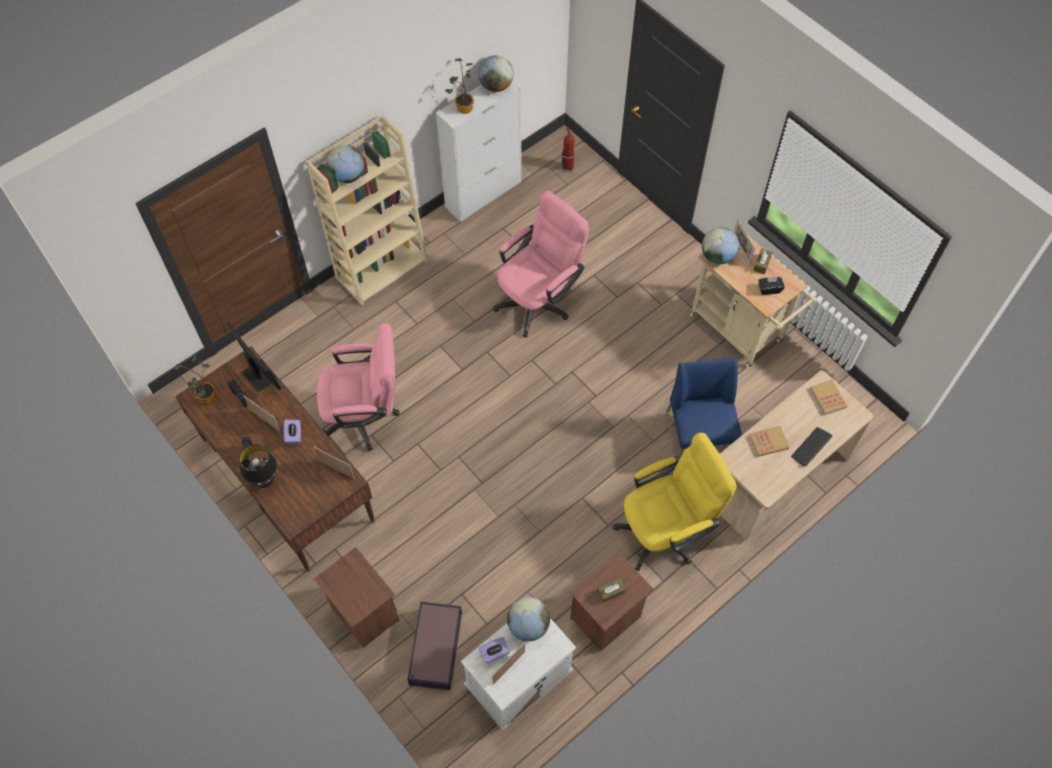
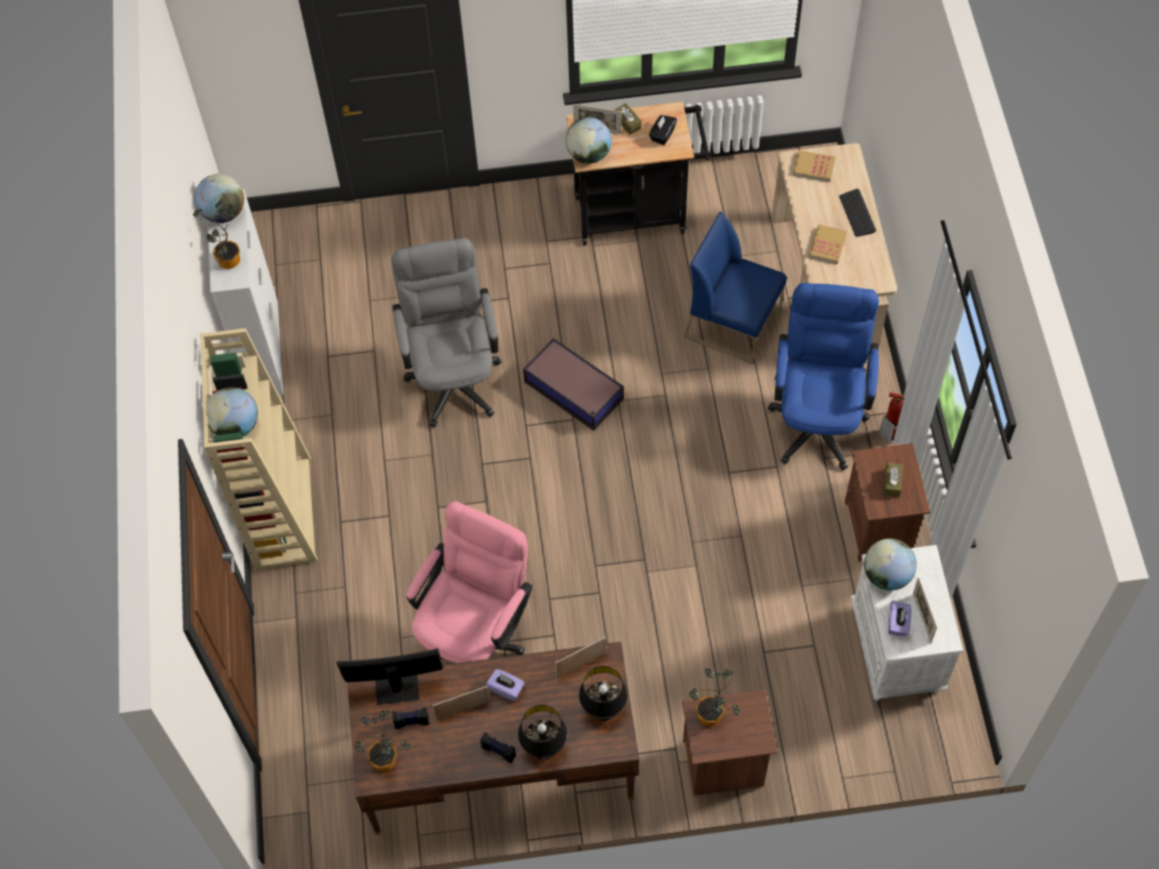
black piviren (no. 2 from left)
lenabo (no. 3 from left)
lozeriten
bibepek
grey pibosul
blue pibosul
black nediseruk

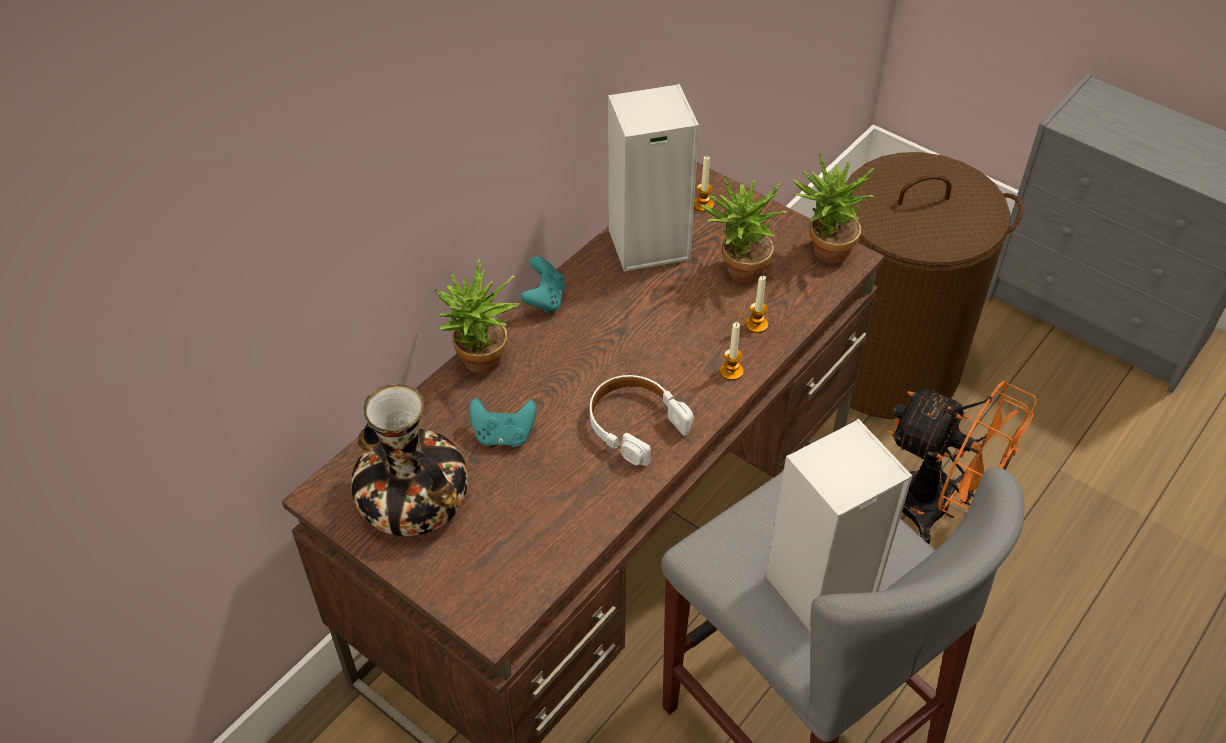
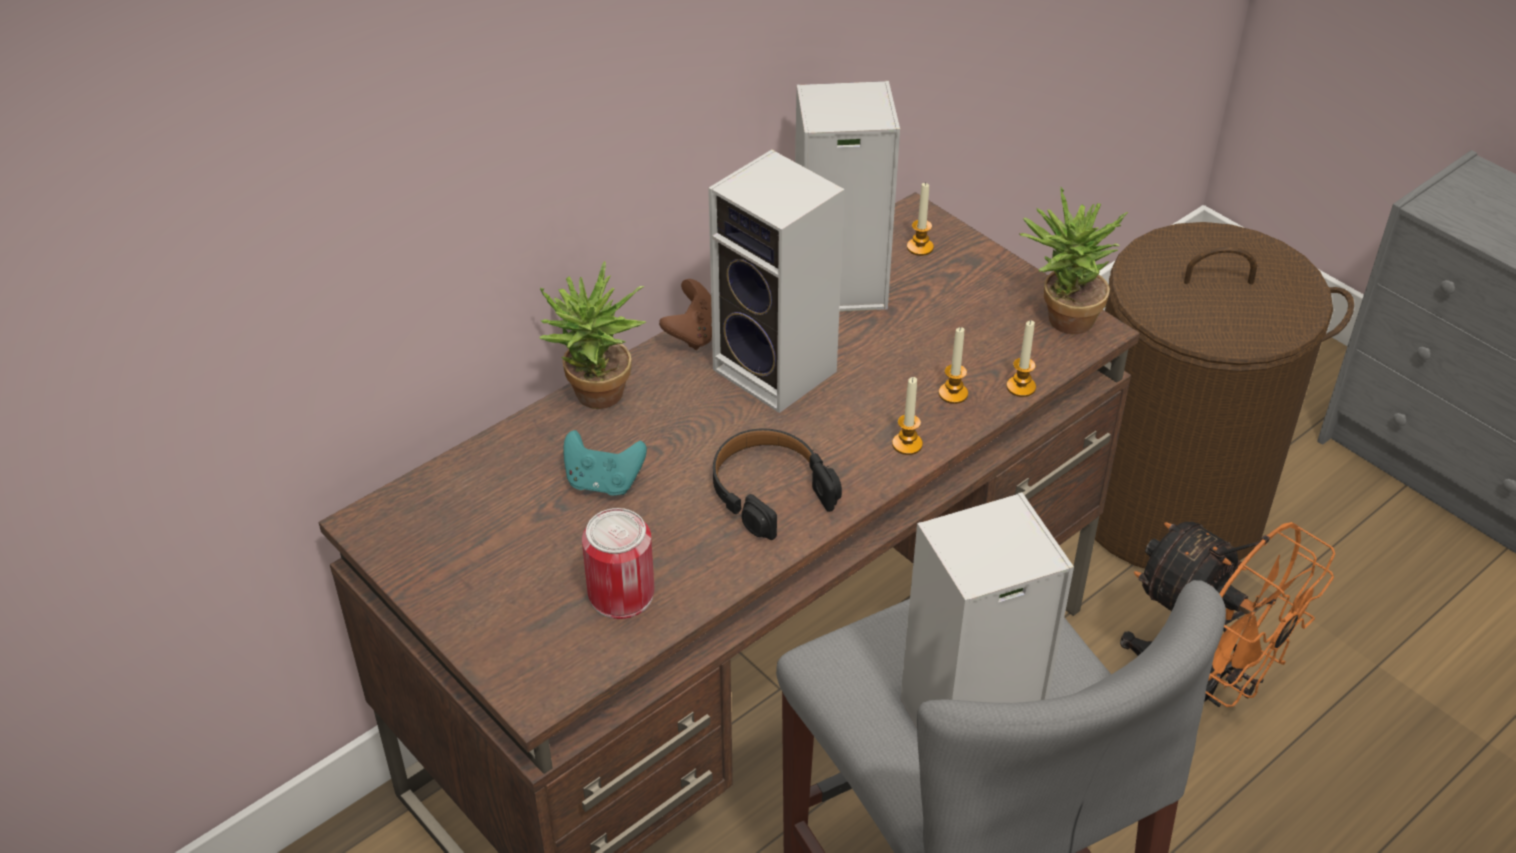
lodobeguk
lenabo (no. 2 from left in the first image)
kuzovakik
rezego (no. 1 from left)
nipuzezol (no. 4 from left)
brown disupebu
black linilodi

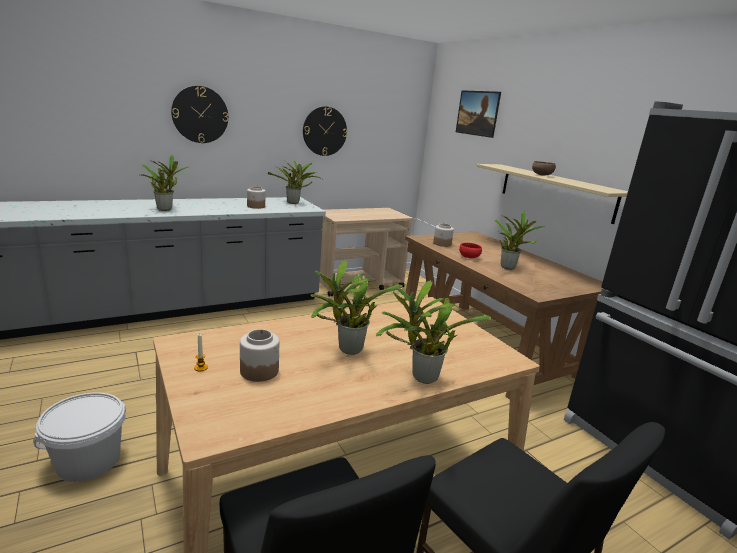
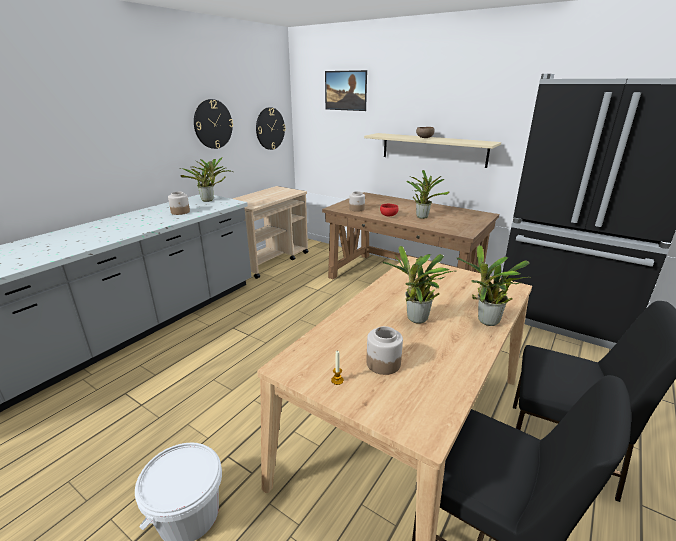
lenabo (no. 1 from left in the first image)
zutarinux (no. 2 from left)

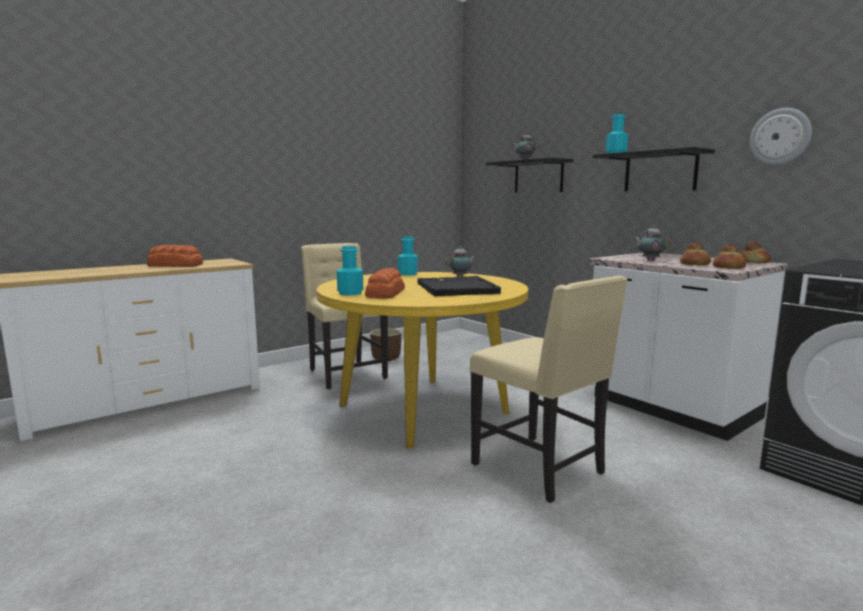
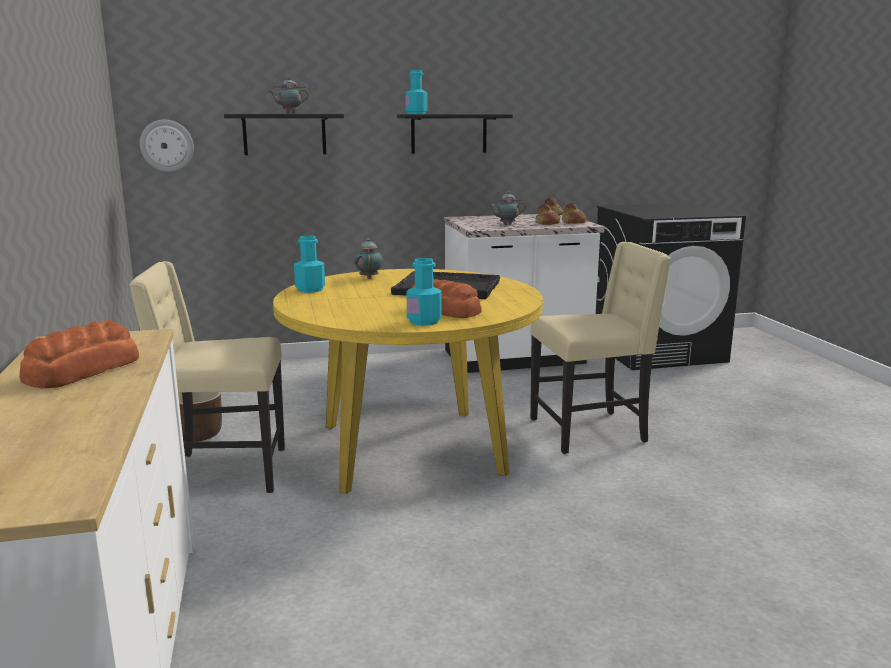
zutarinux

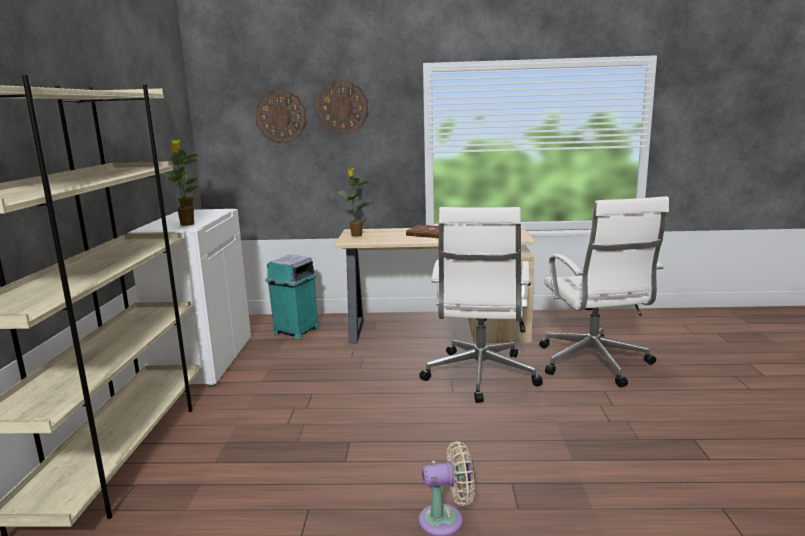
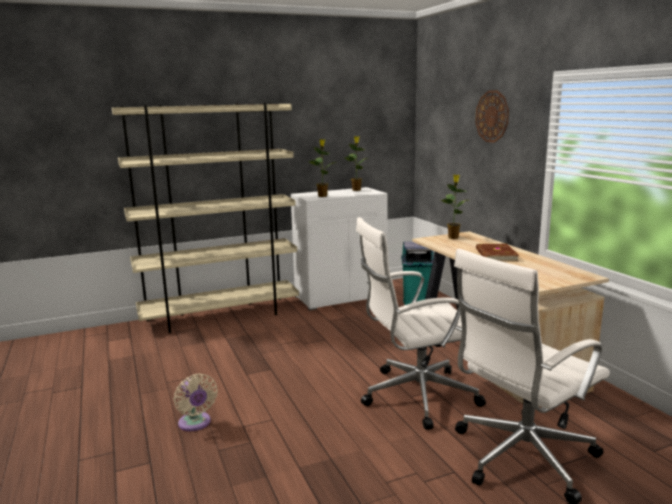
zutarinux (no. 1 from left in the first image)

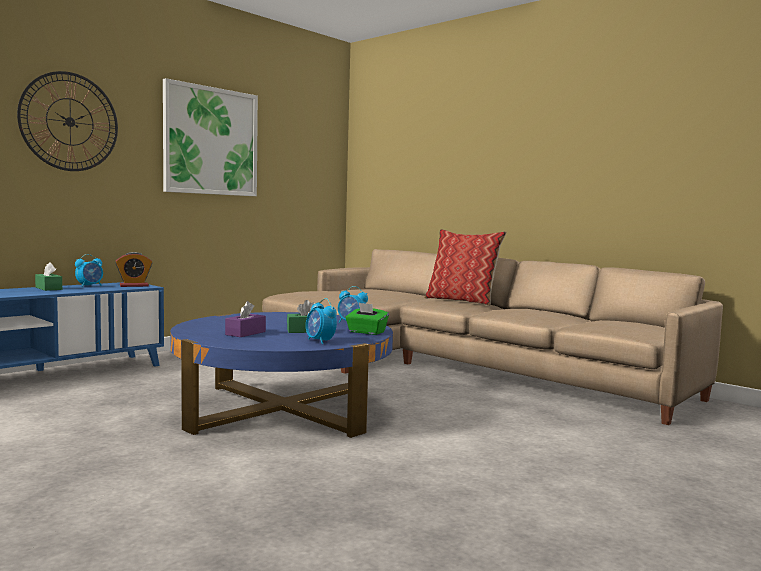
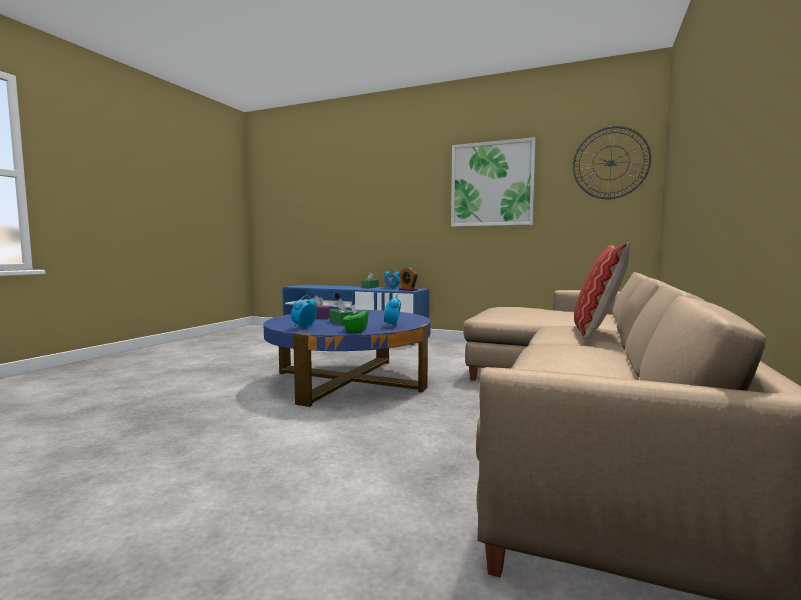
zutarinux

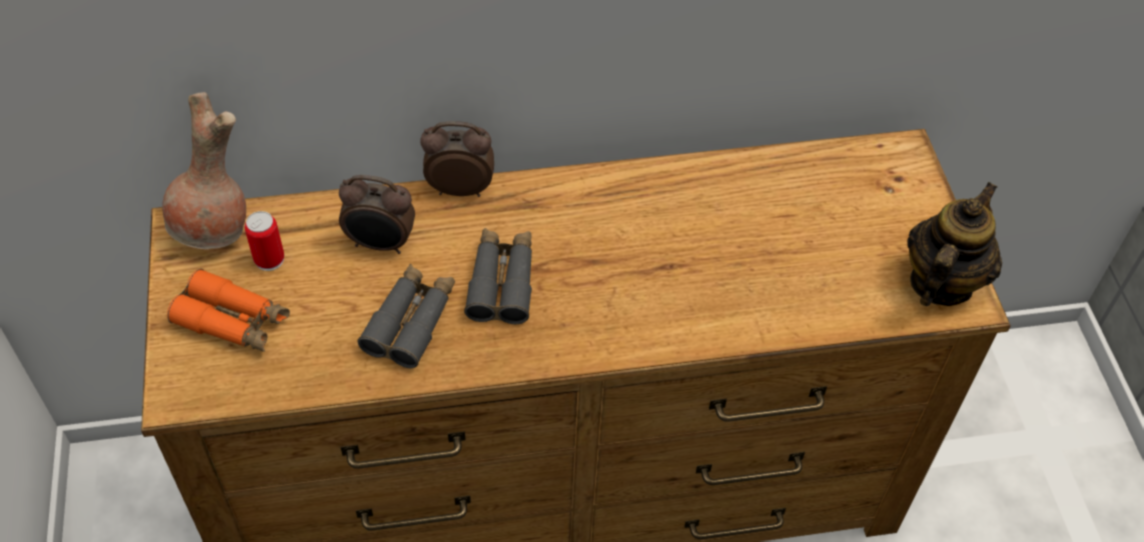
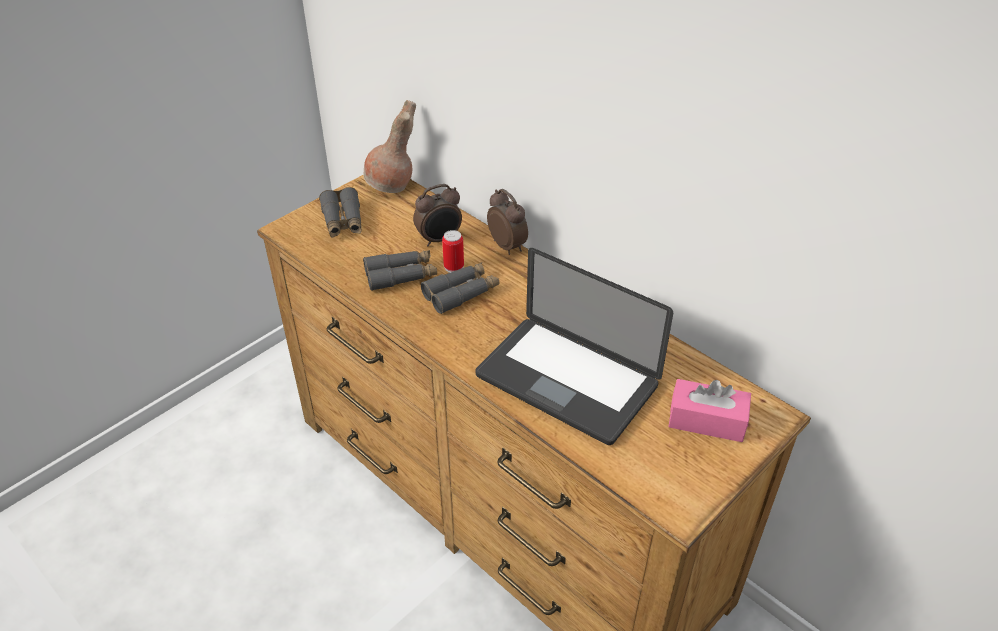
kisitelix
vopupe
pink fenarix
kuzovakik
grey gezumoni (no. 1 from left)
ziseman (no. 1 from left)

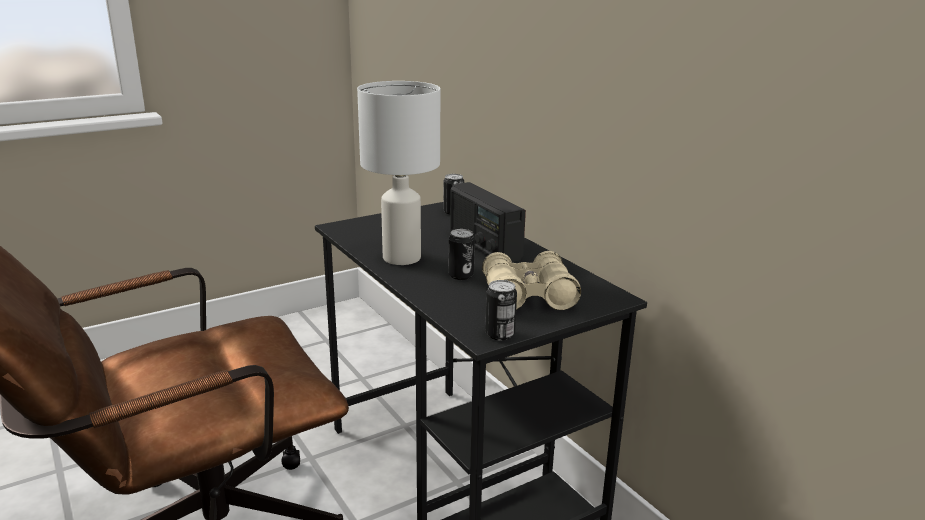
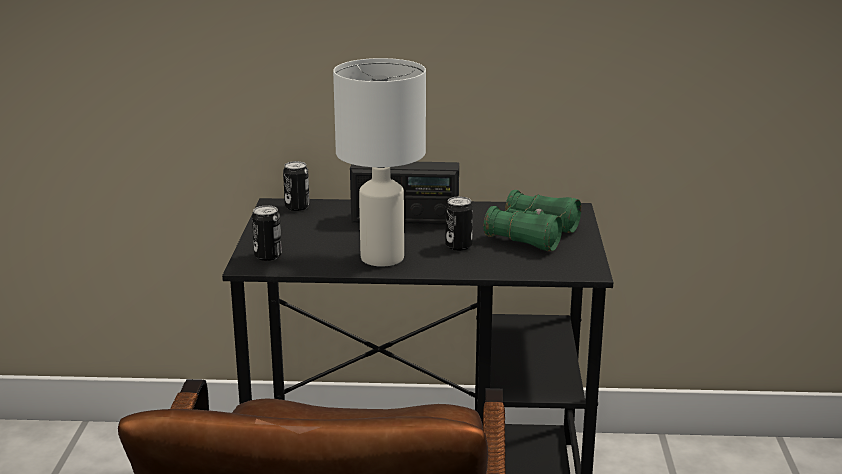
kuzovakik (no. 1 from left)
green gezumoni

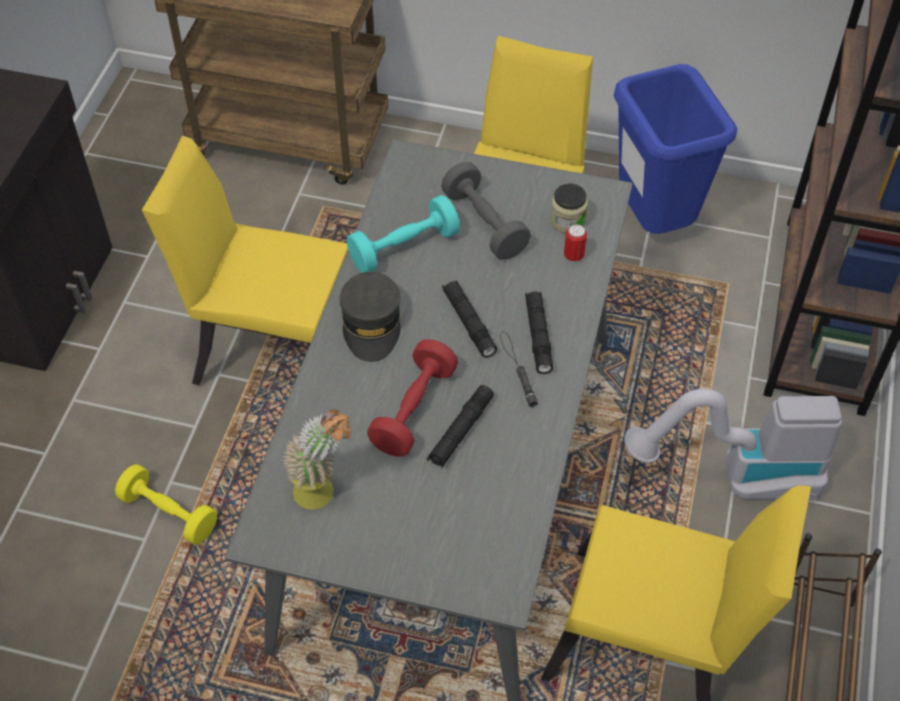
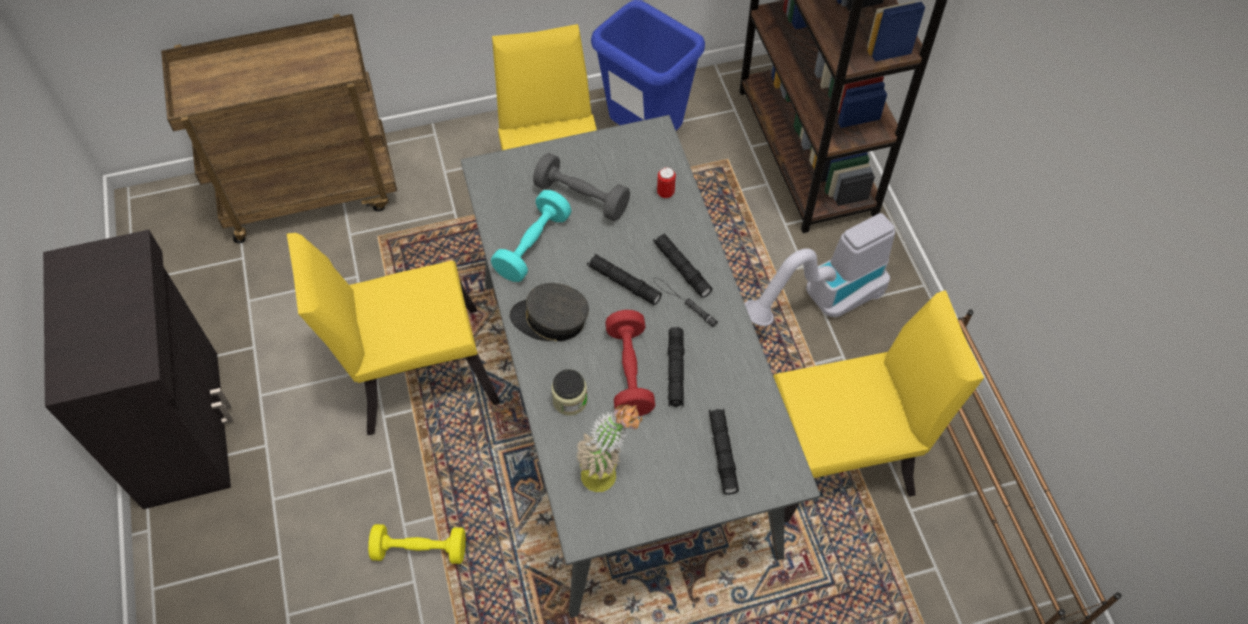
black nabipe (no. 5 from left)
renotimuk
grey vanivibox

